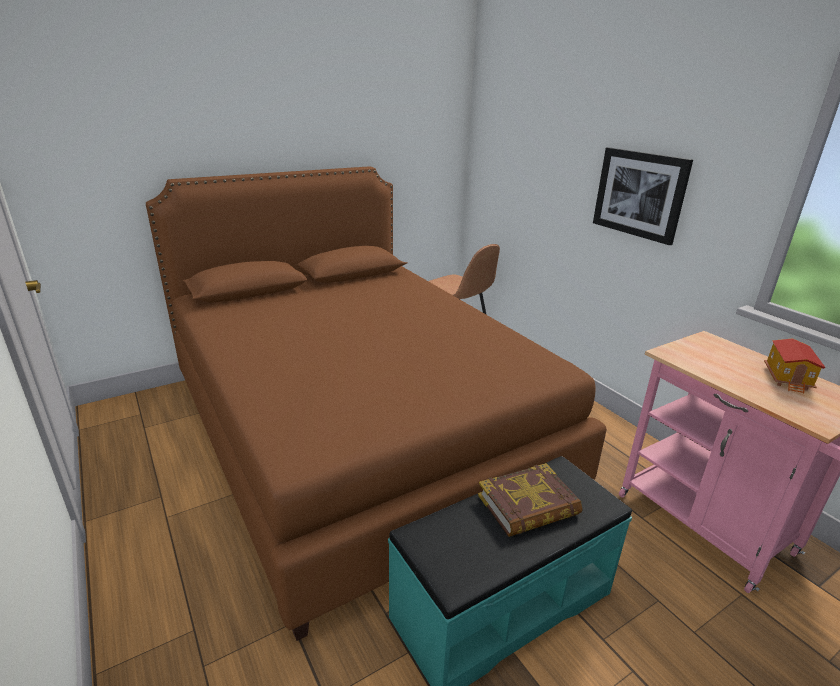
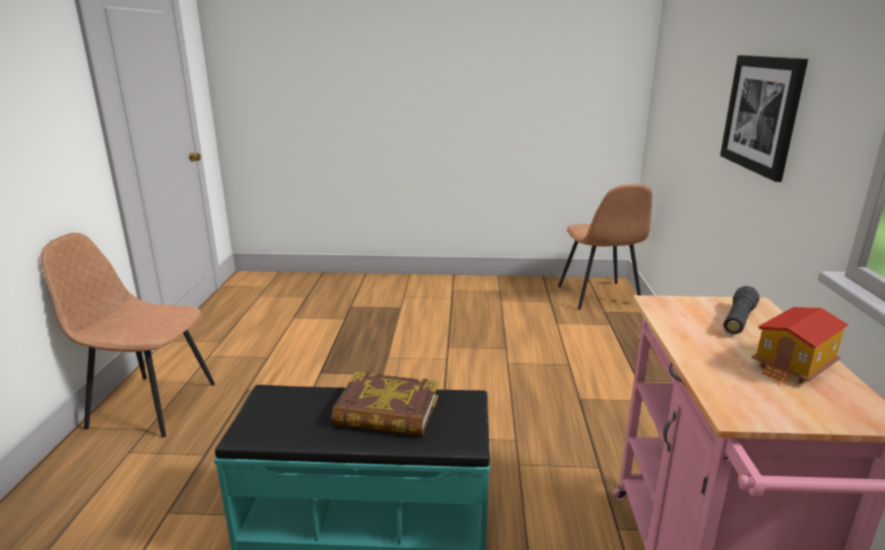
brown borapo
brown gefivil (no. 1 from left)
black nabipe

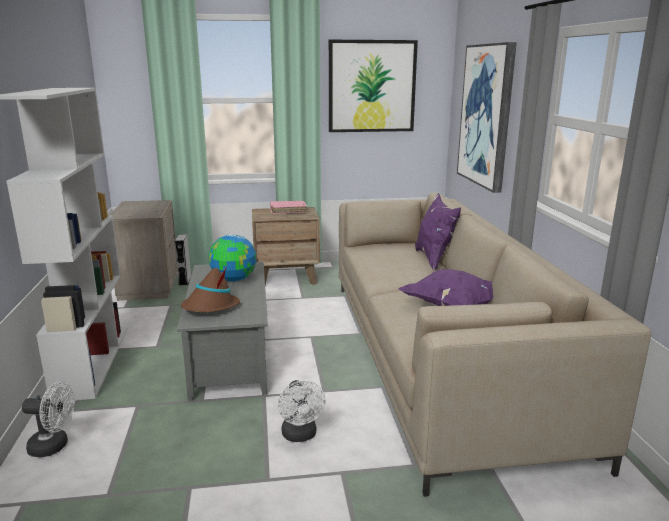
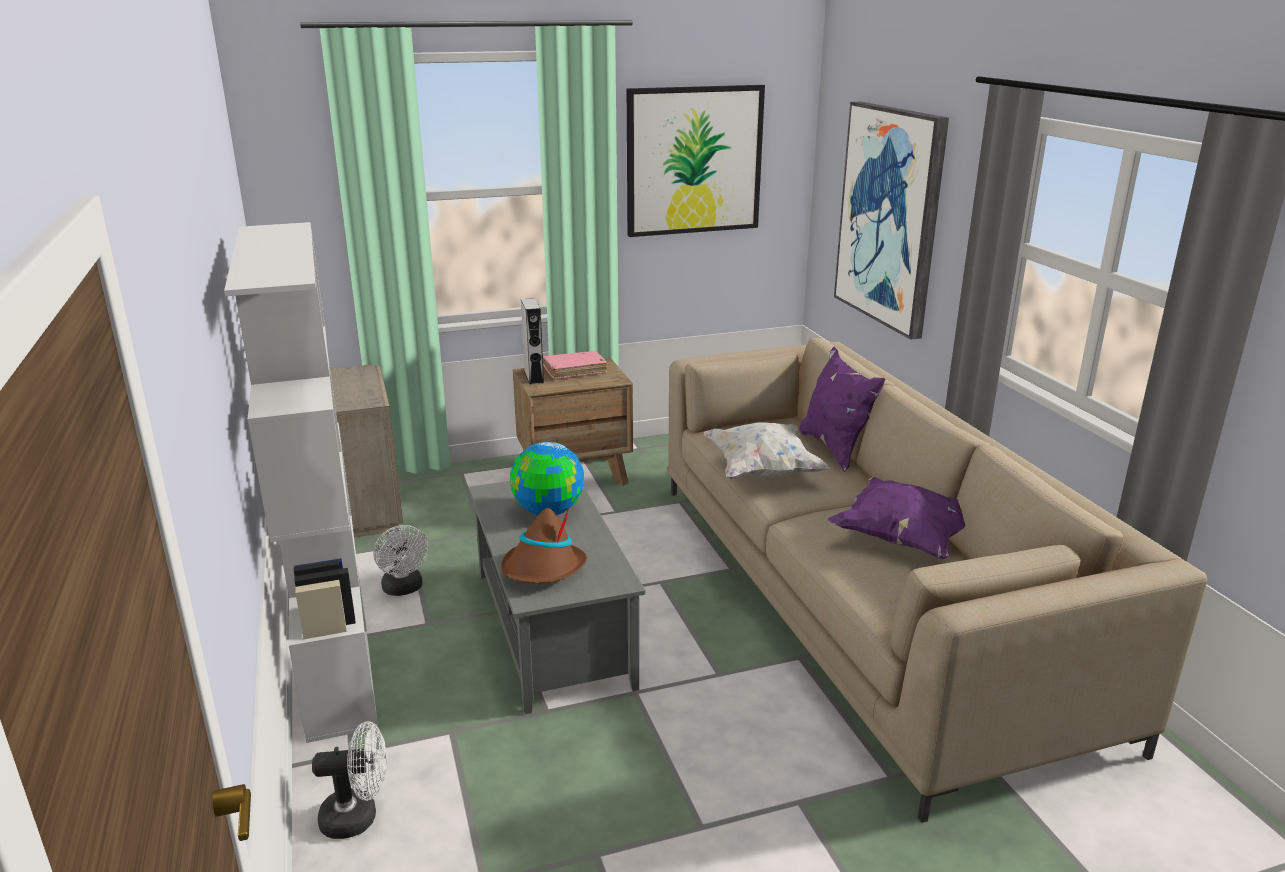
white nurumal
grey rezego
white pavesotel (no. 2 from left)

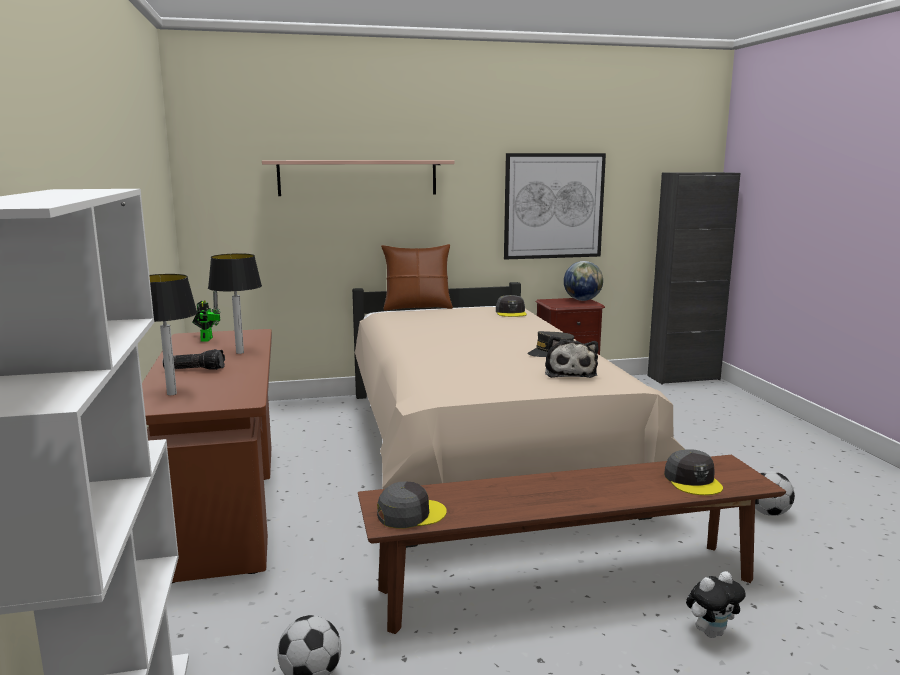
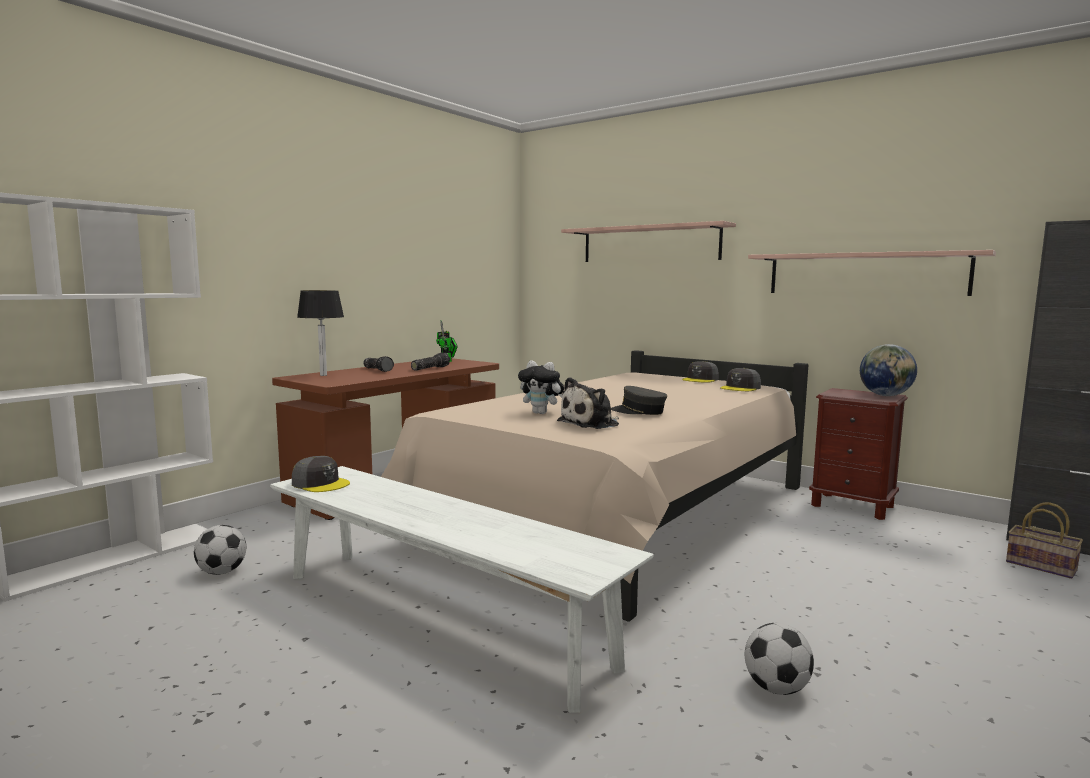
brown nurumal
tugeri
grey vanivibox (no. 3 from left)
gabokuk (no. 1 from left)
nabipe (no. 2 from left)
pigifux (no. 2 from left)
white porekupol

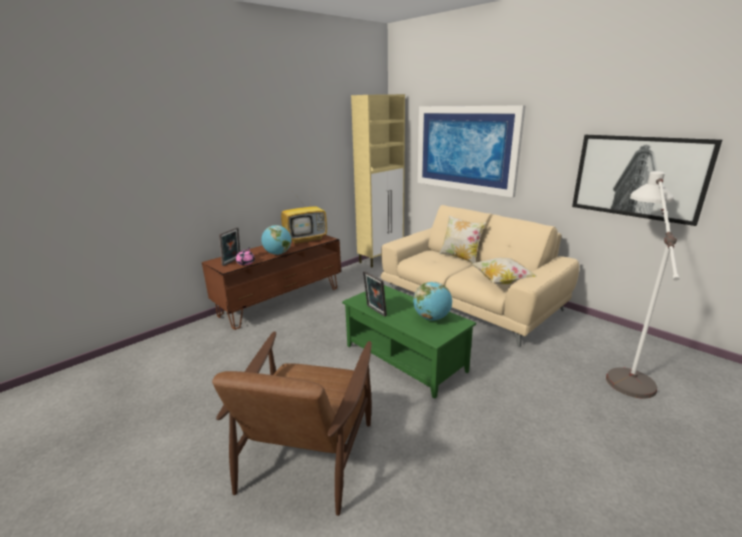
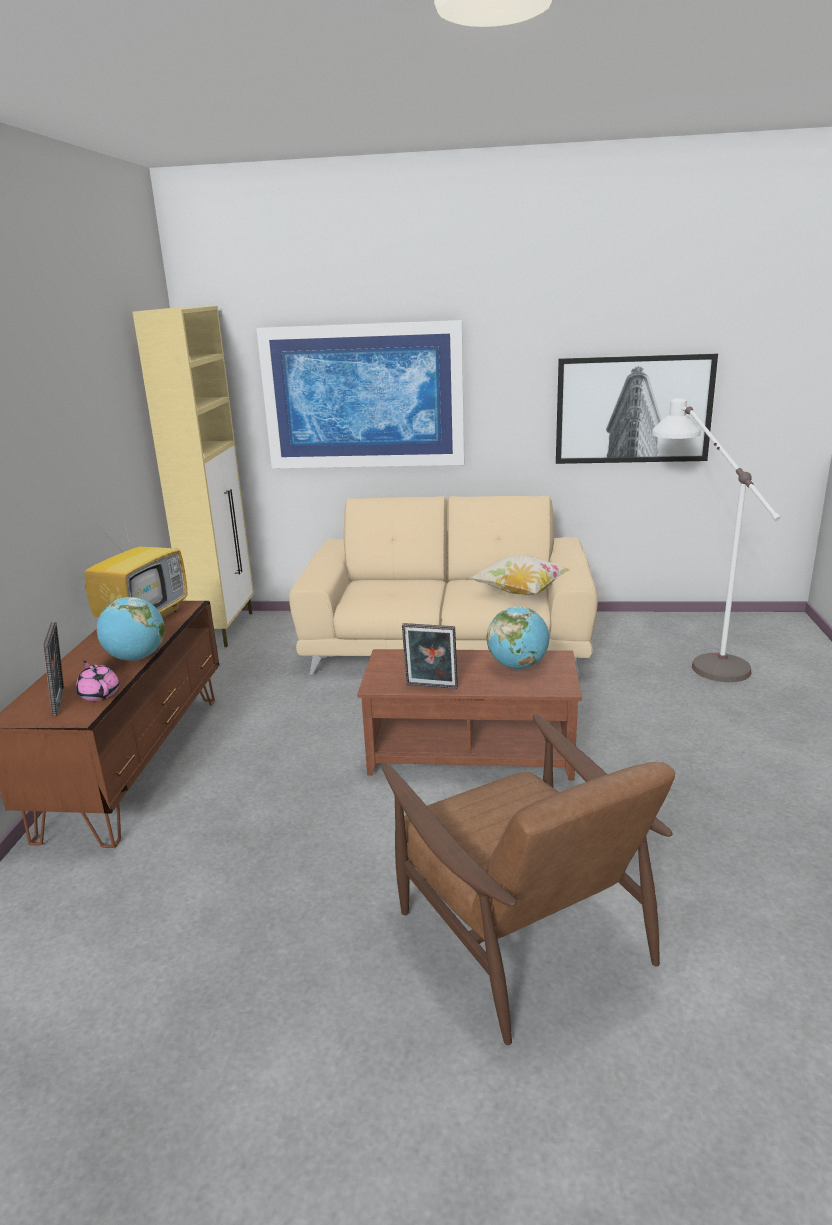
nurumal (no. 1 from left in the first image)
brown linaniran

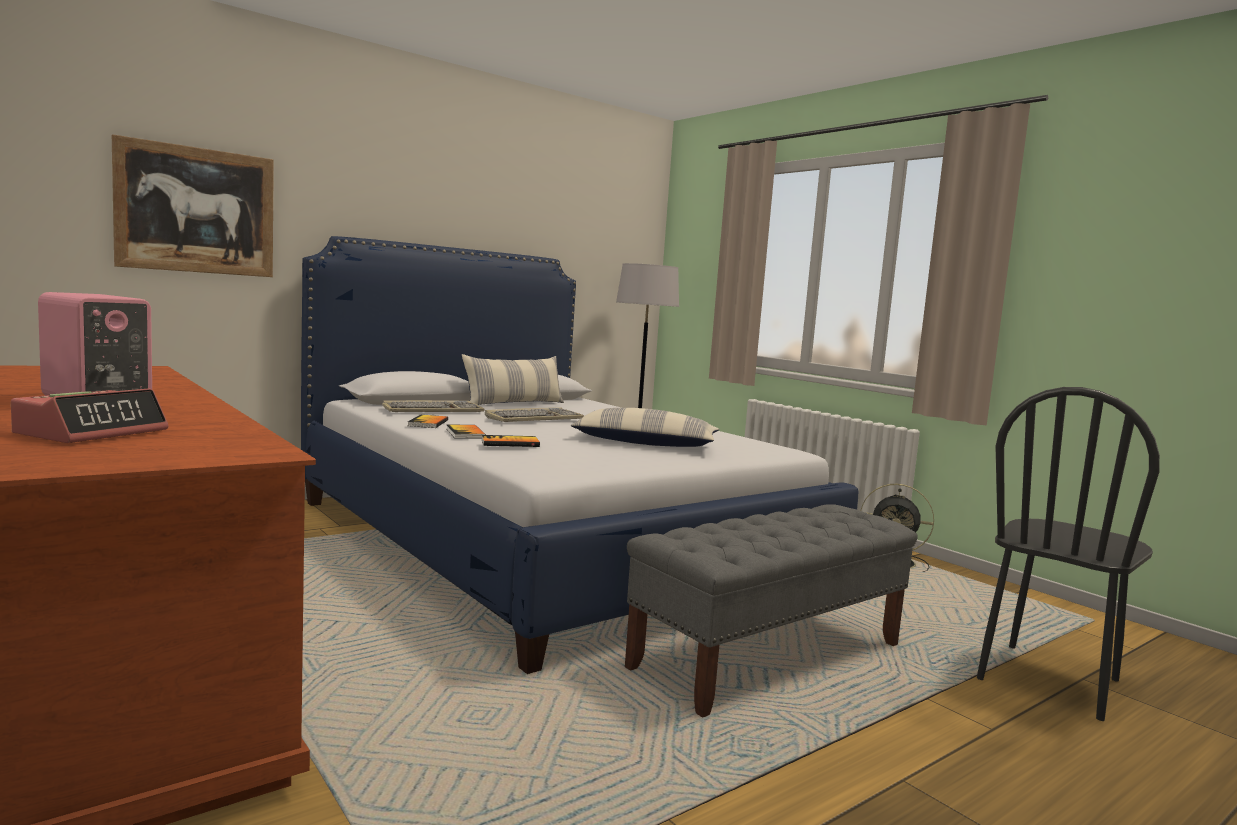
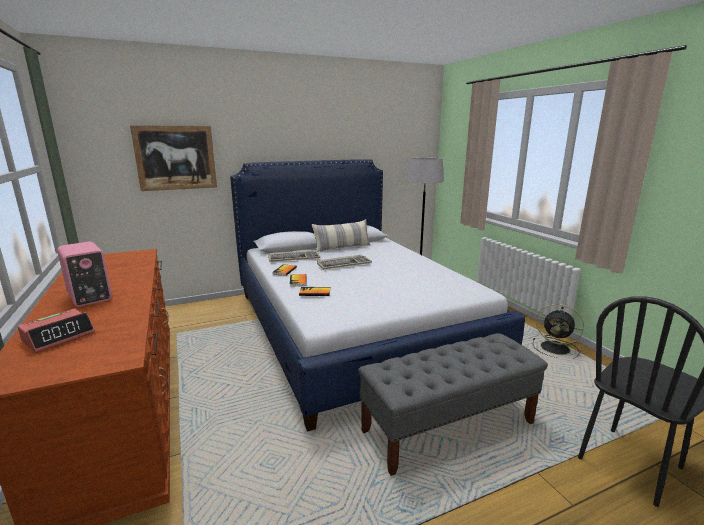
nurumal (no. 2 from left in the first image)

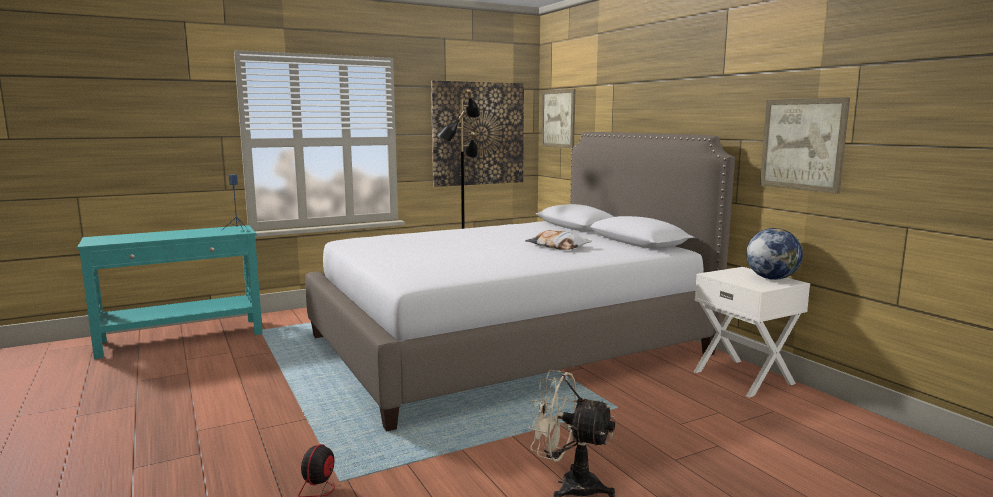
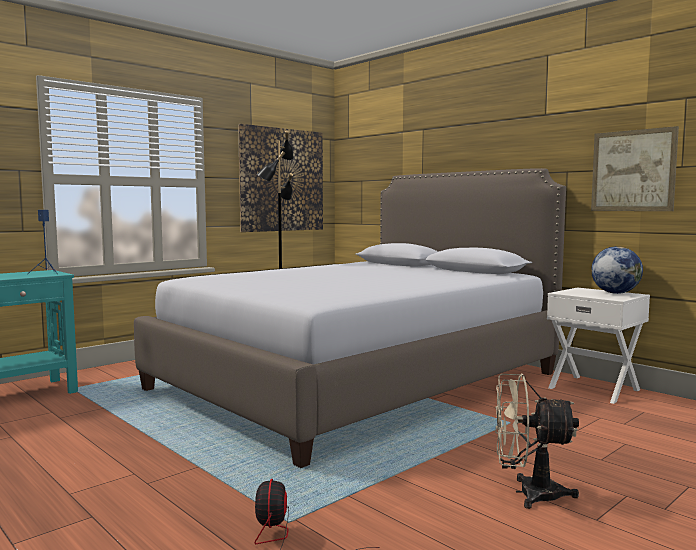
nurumal
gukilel (no. 2 from left in the first image)

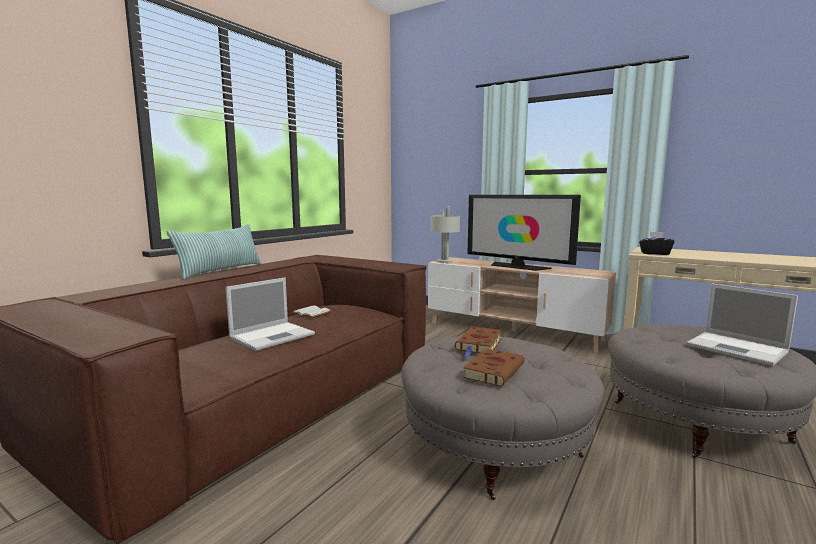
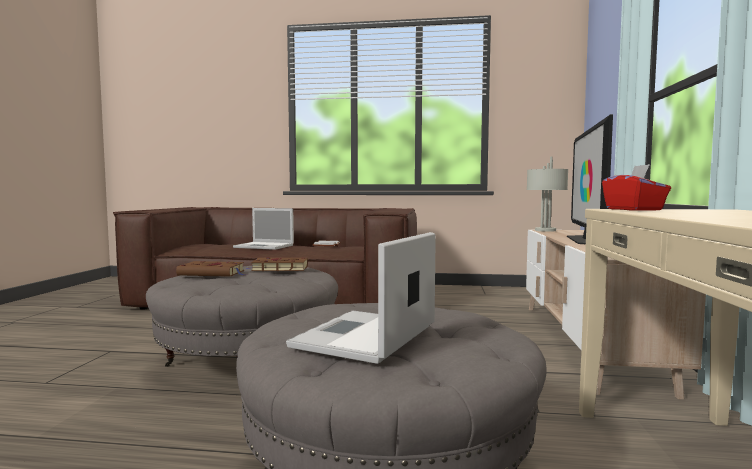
nurumal
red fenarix

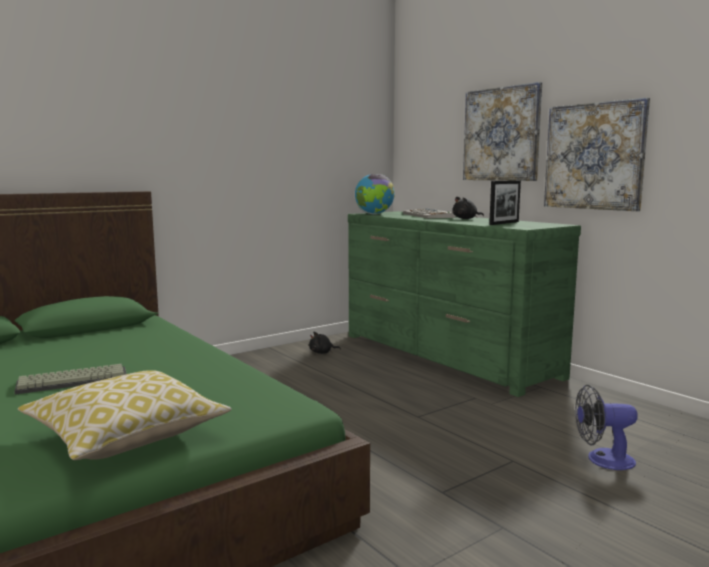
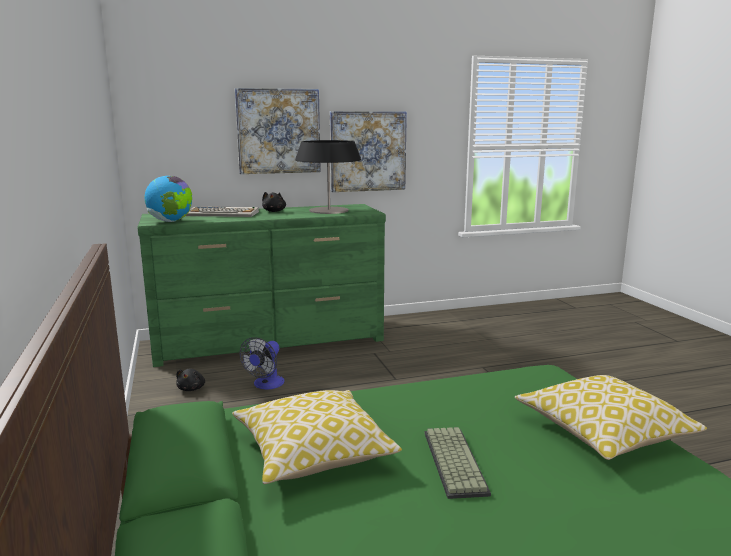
nurumal (no. 1 from left)
pavesotel
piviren

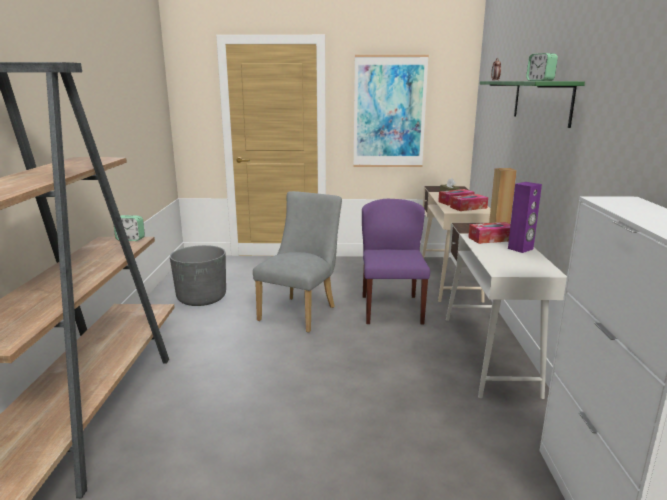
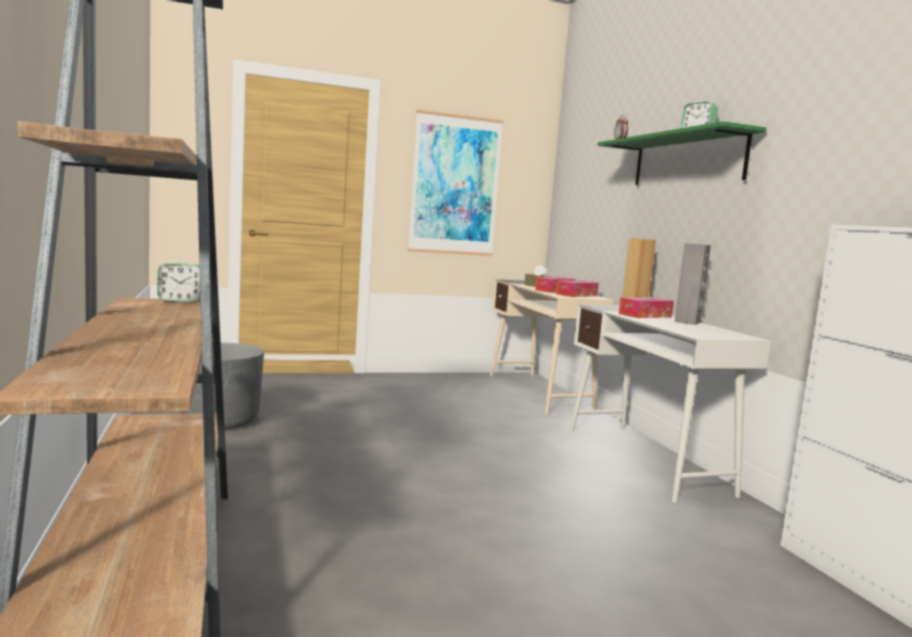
grey gefivil
purple gefivil
grey rezego

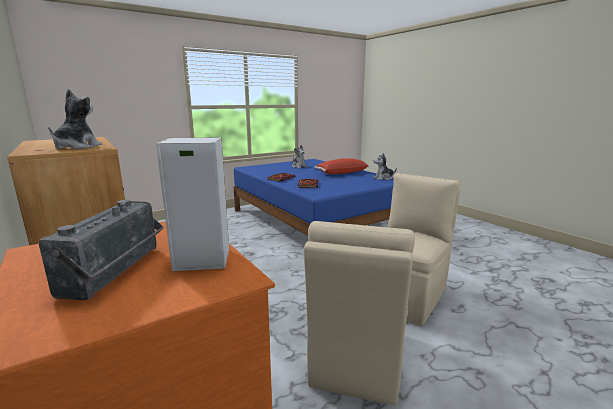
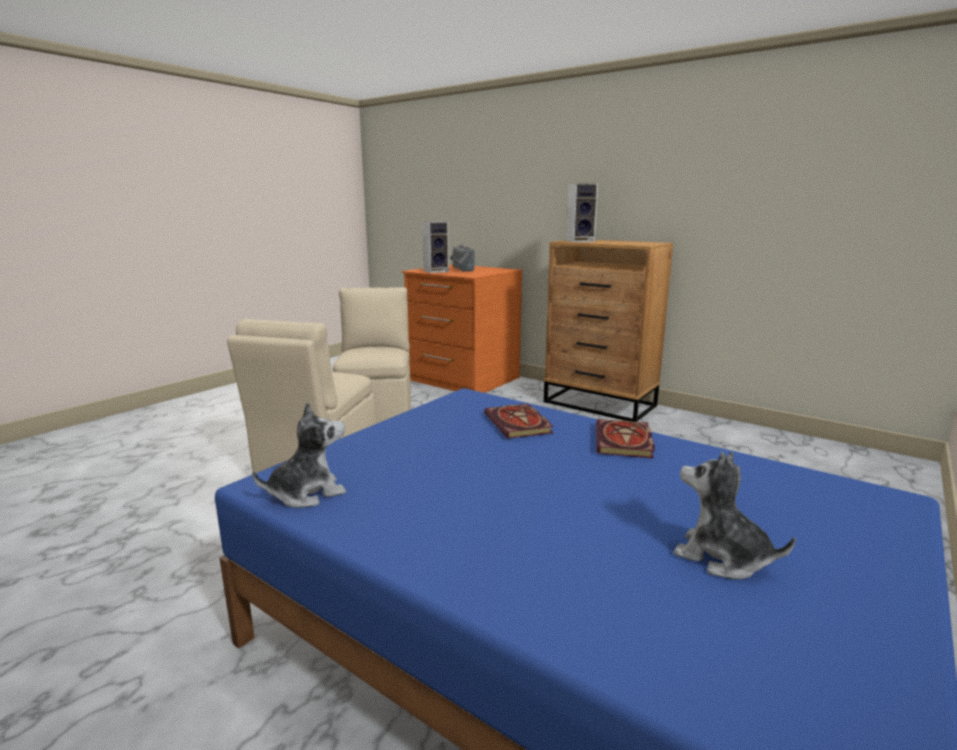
red nurumal
rezego (no. 2 from left)

